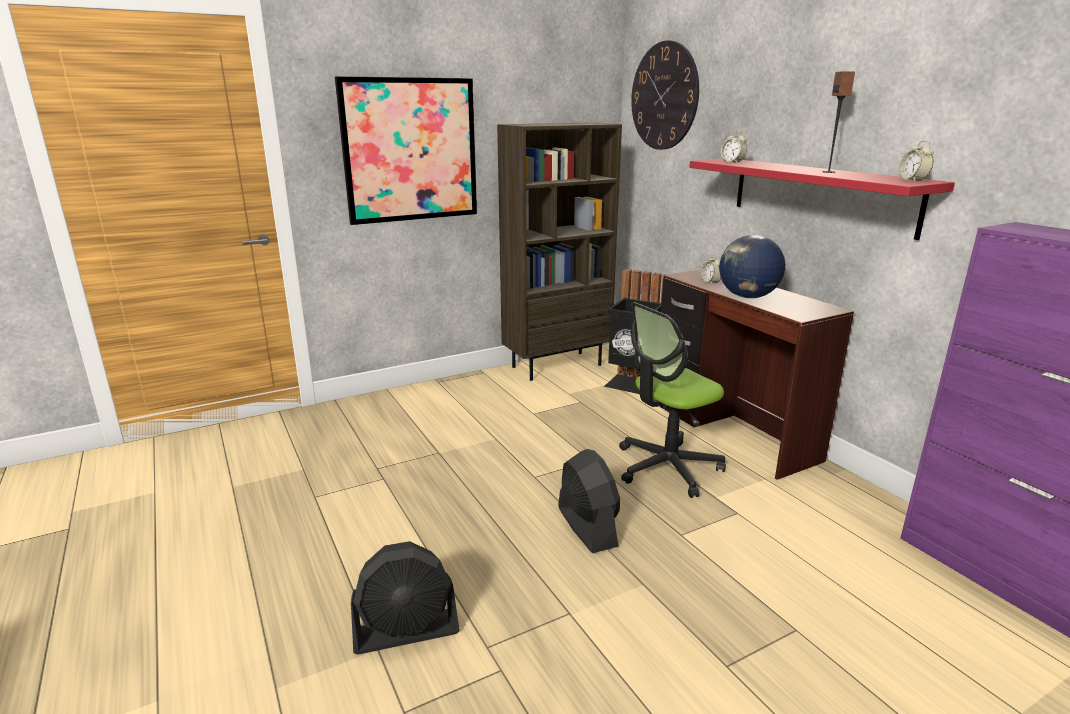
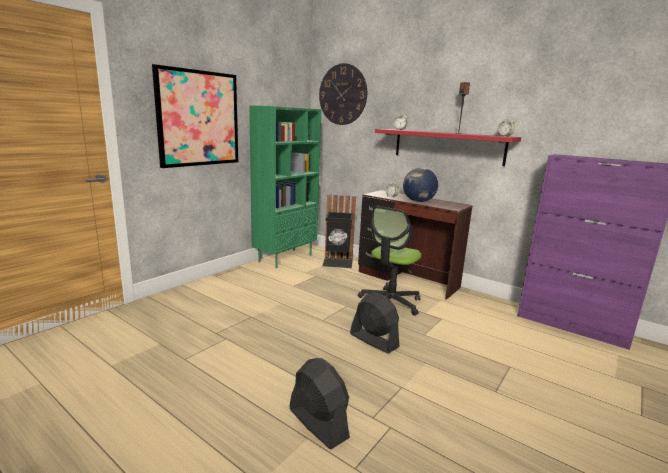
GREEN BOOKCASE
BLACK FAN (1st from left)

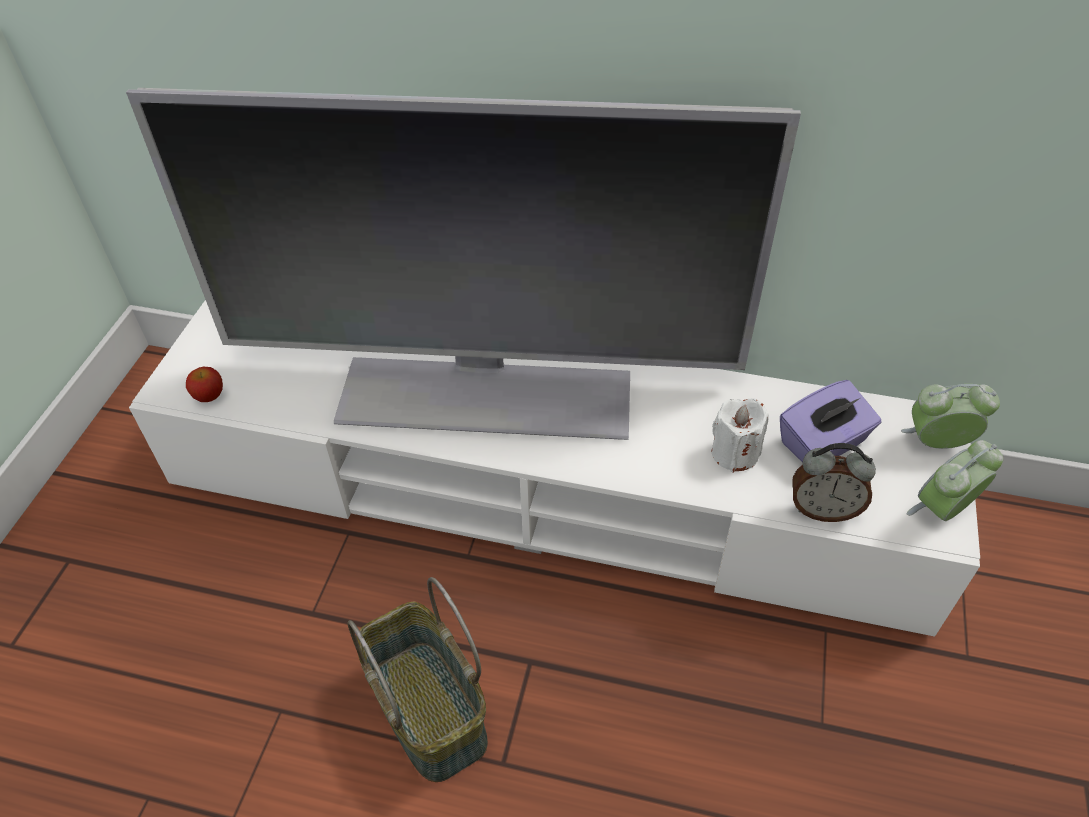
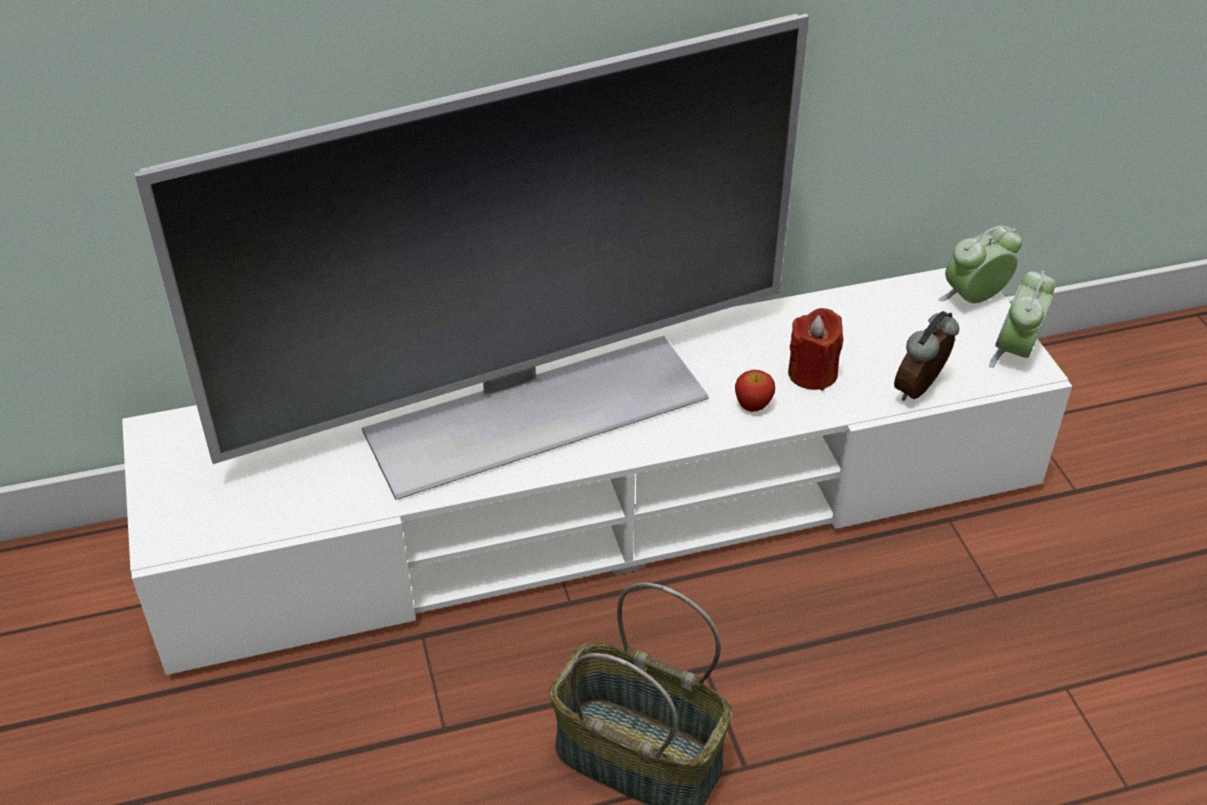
APPLE
RED CANDLE
ALARM CLOCK (1st from left)
PURPLE TISSUE BOX

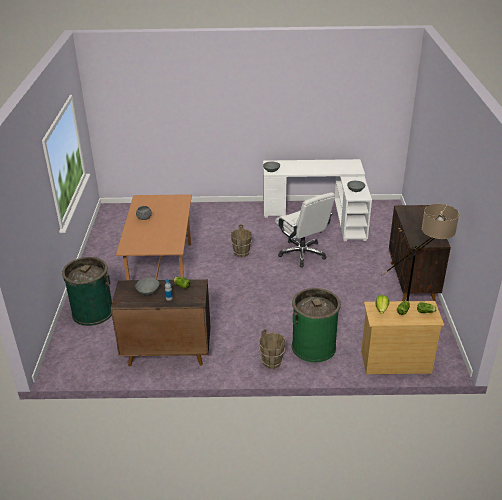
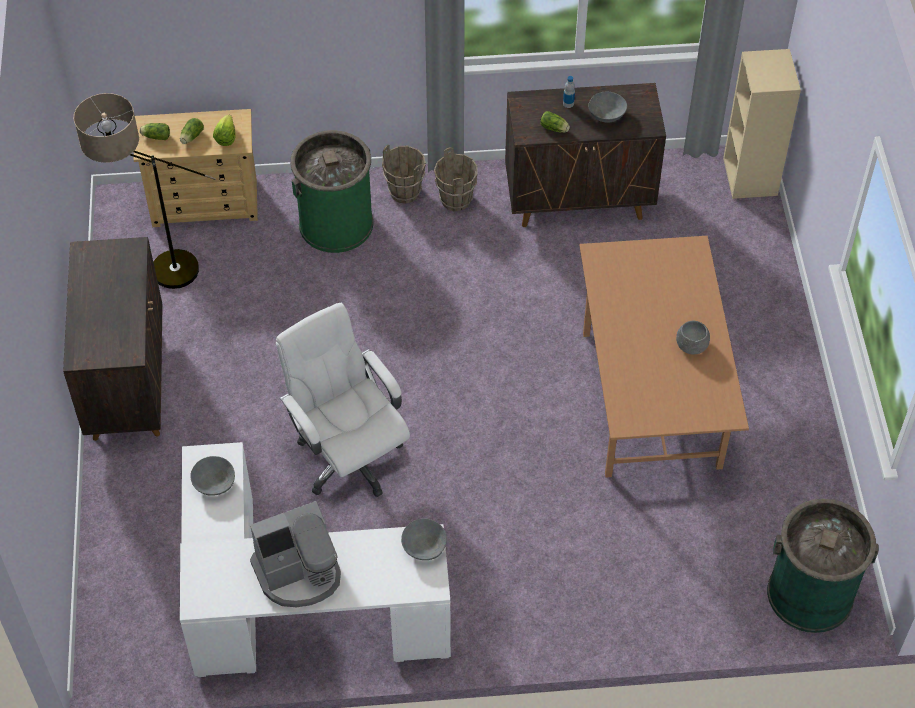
COFFEE MACHINE
BROWN BUCKET (2nd from left)
BEIGE BOOKCASE
GREEN TRASH CAN (2nd from left)

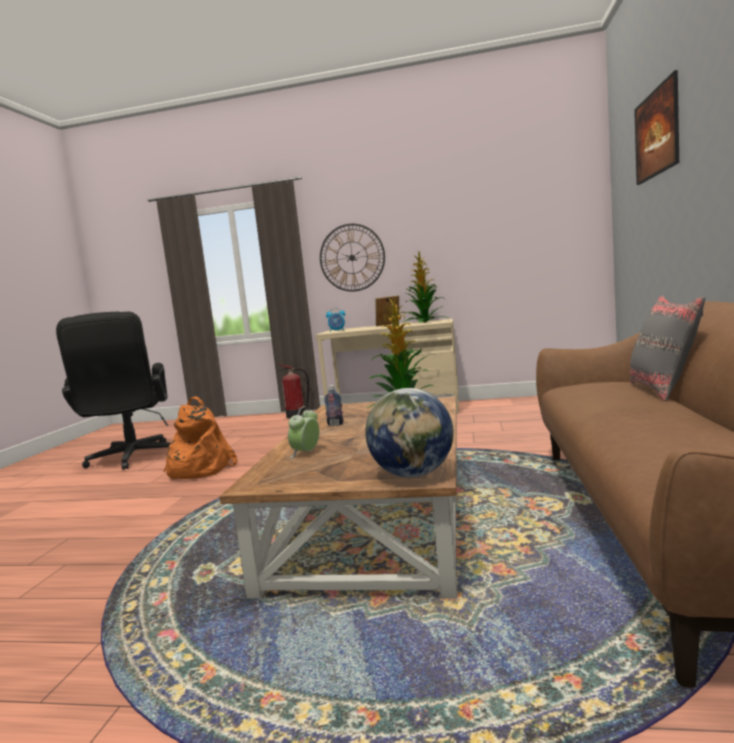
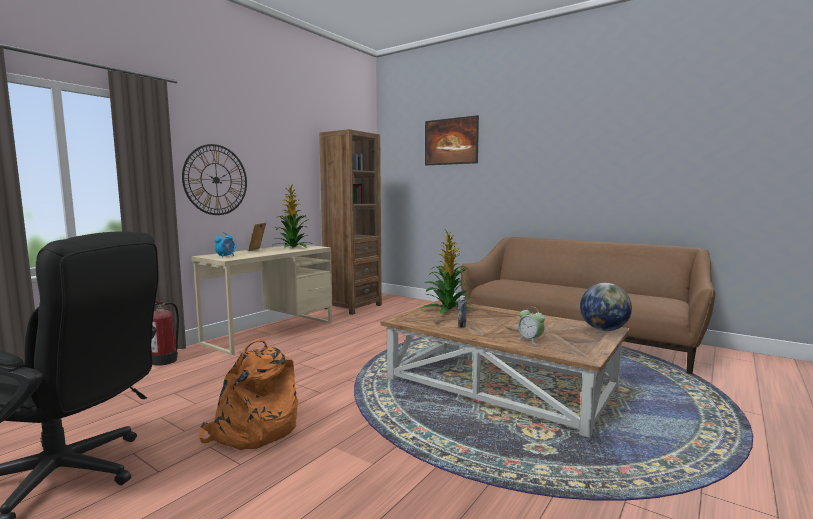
BROWN BOOKCASE
GREY PILLOW

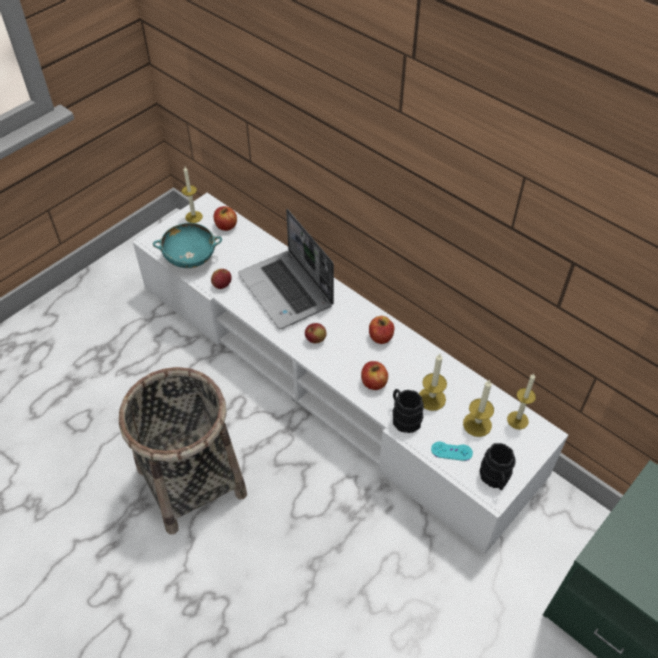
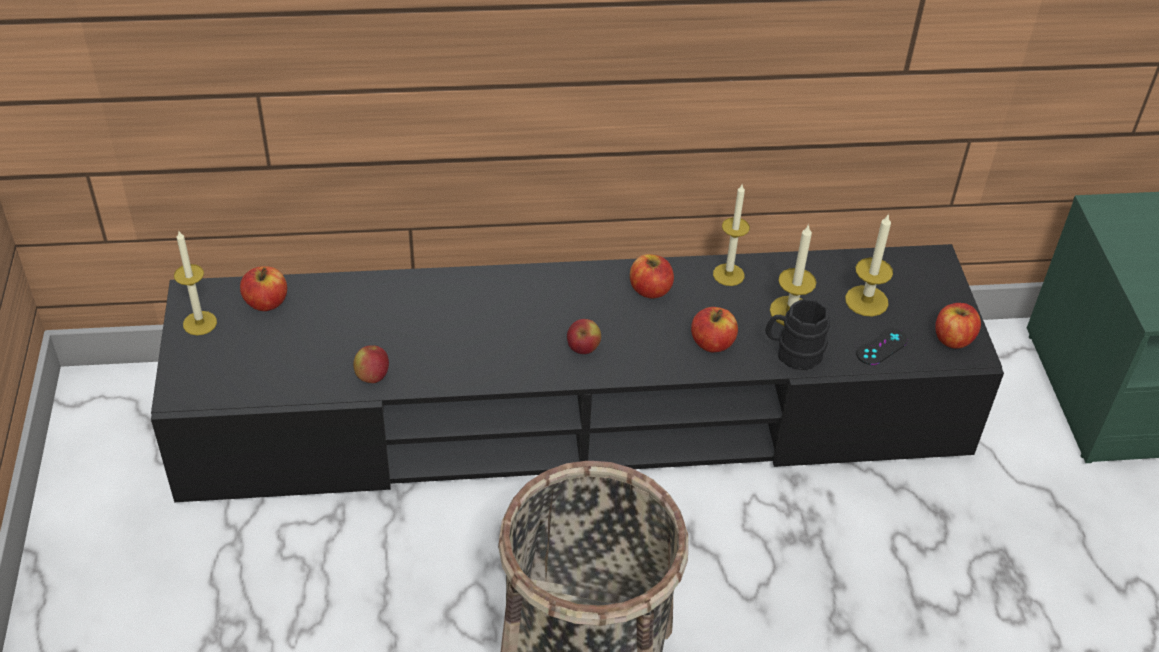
BLACK TV STAND
CANDLE (2nd from left)
BLACK GAME CONTROLLER
APPLE (6th from left)
TURQUOISE BOWL
LAPTOP

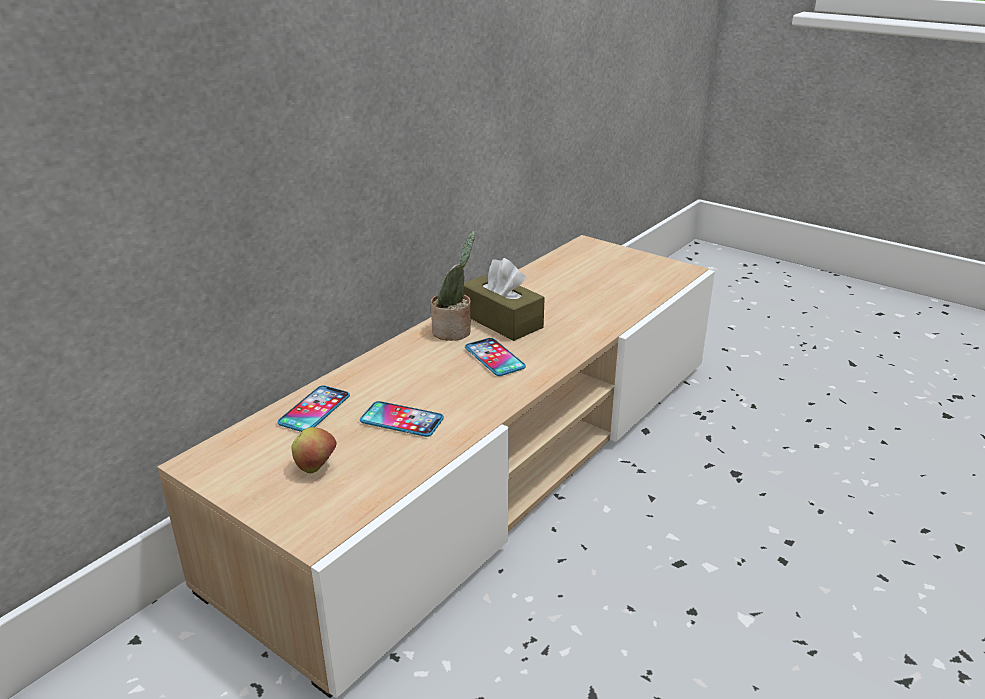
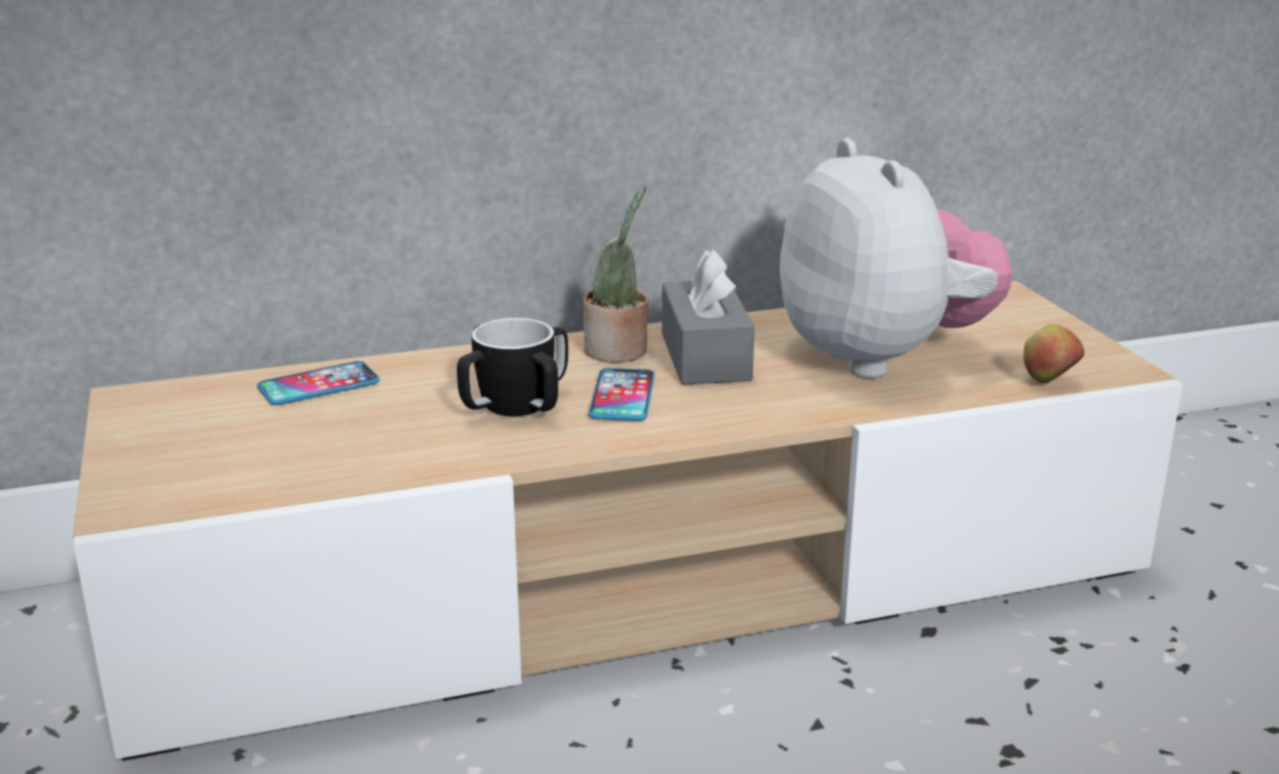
MUG
GREY TISSUE BOX
PLUSH TOY
APPLE
PHONE (2nd from left in the first image)

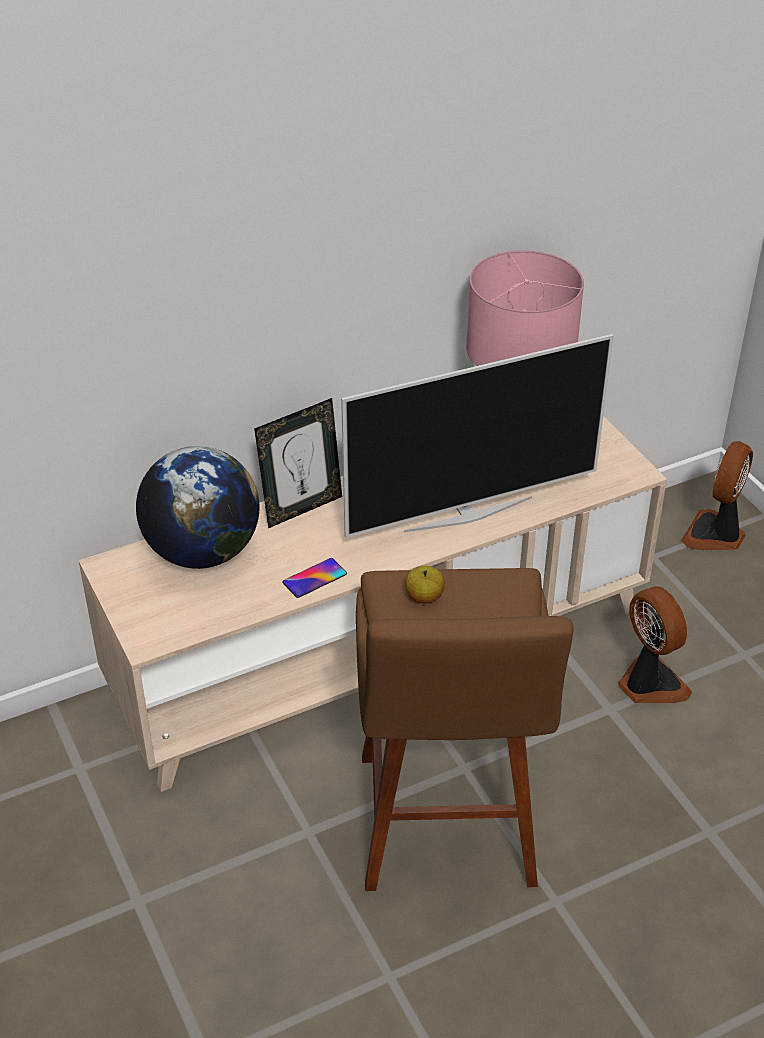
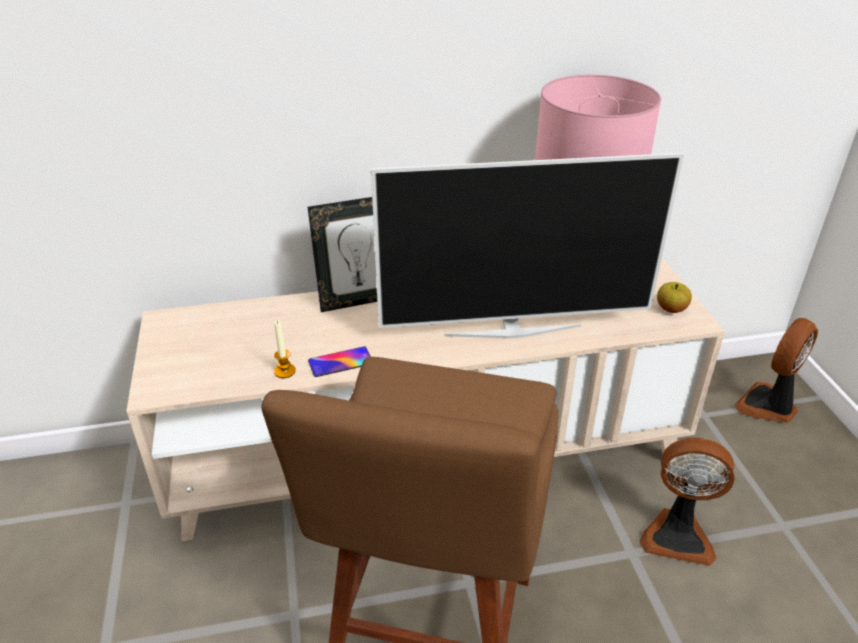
CANDLE
FAN (1st from left)
APPLE
GLOBE

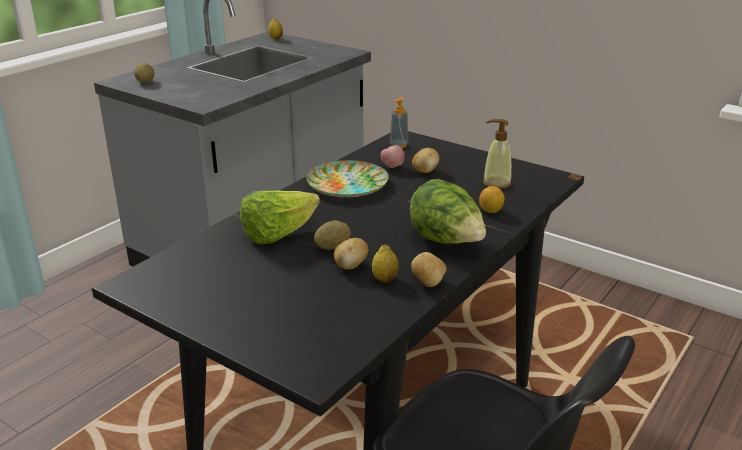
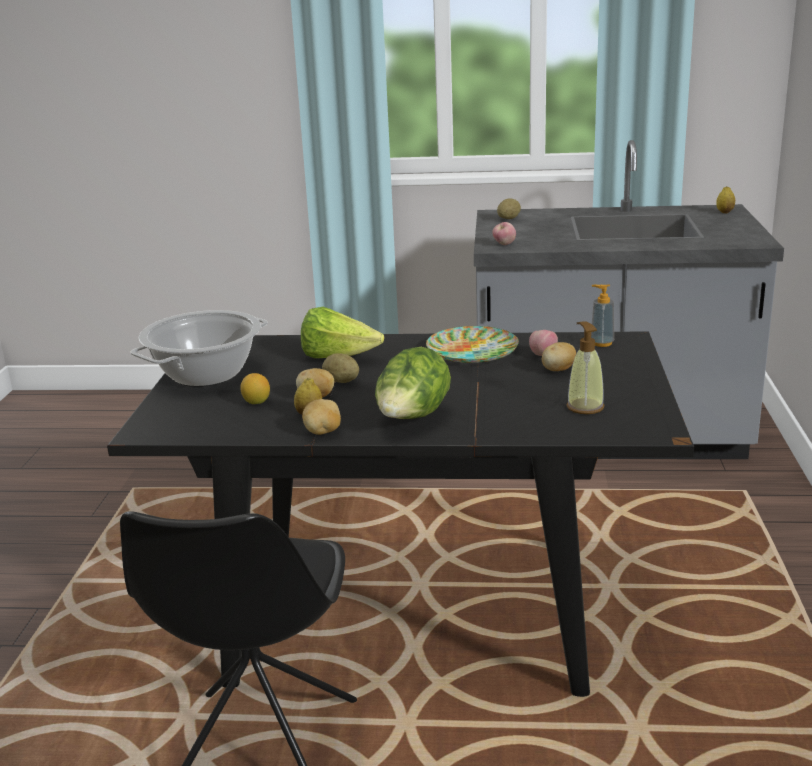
COOKING POT
LEMON (1st from left)
APPLE (1st from left)

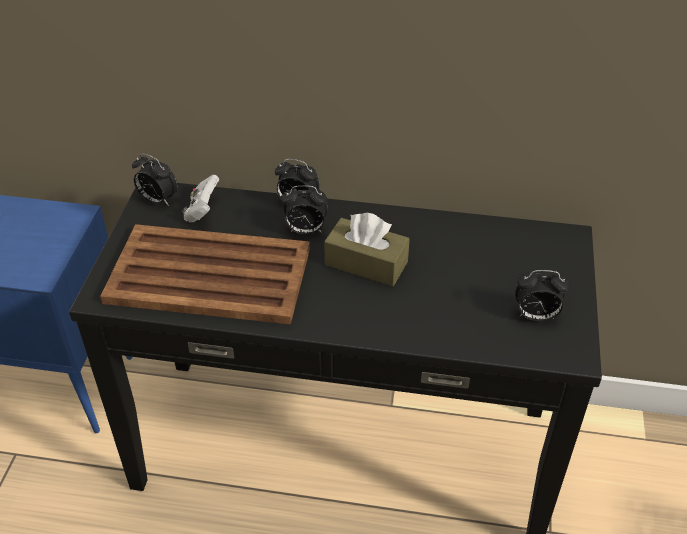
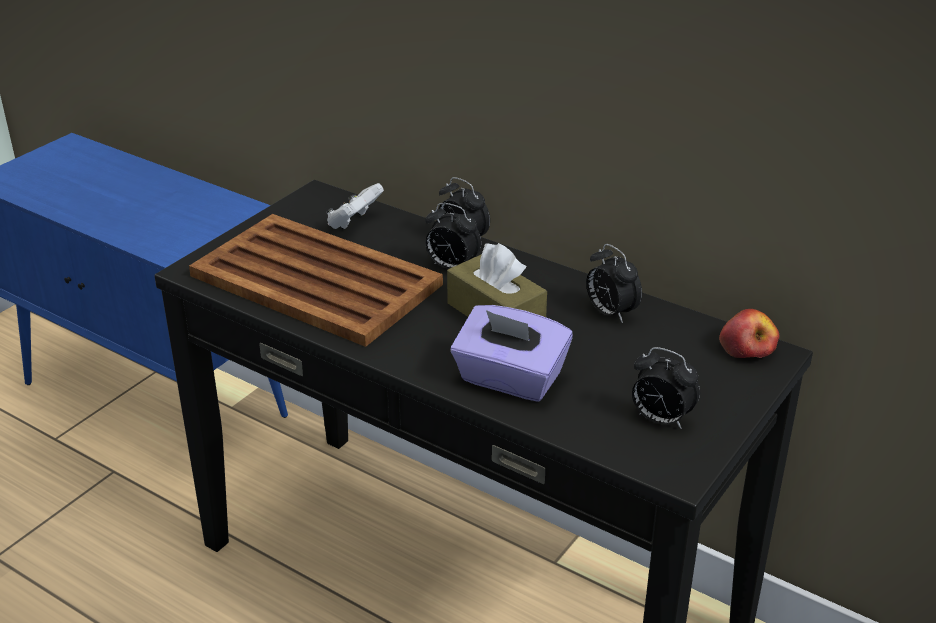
PURPLE TISSUE BOX
ALARM CLOCK (3rd from left)
APPLE

